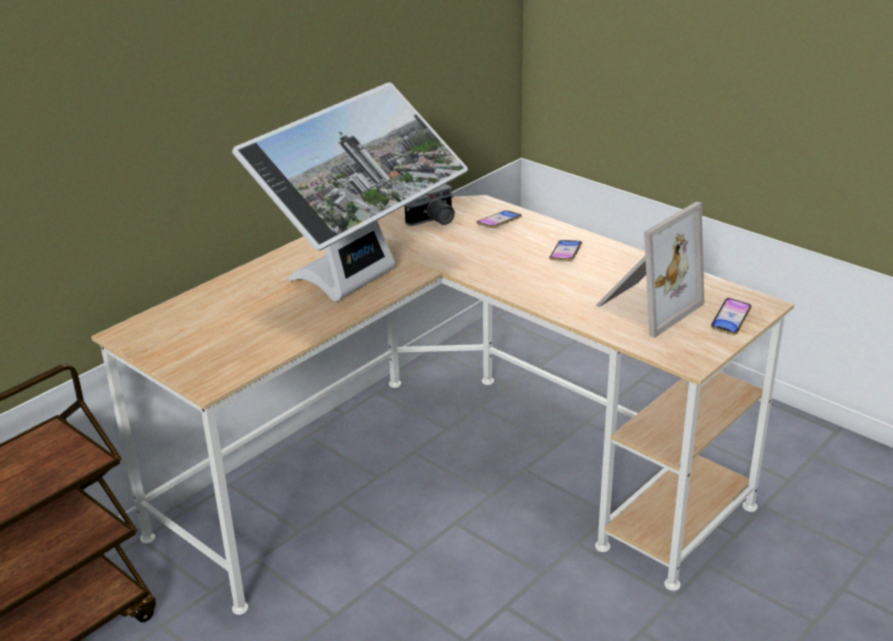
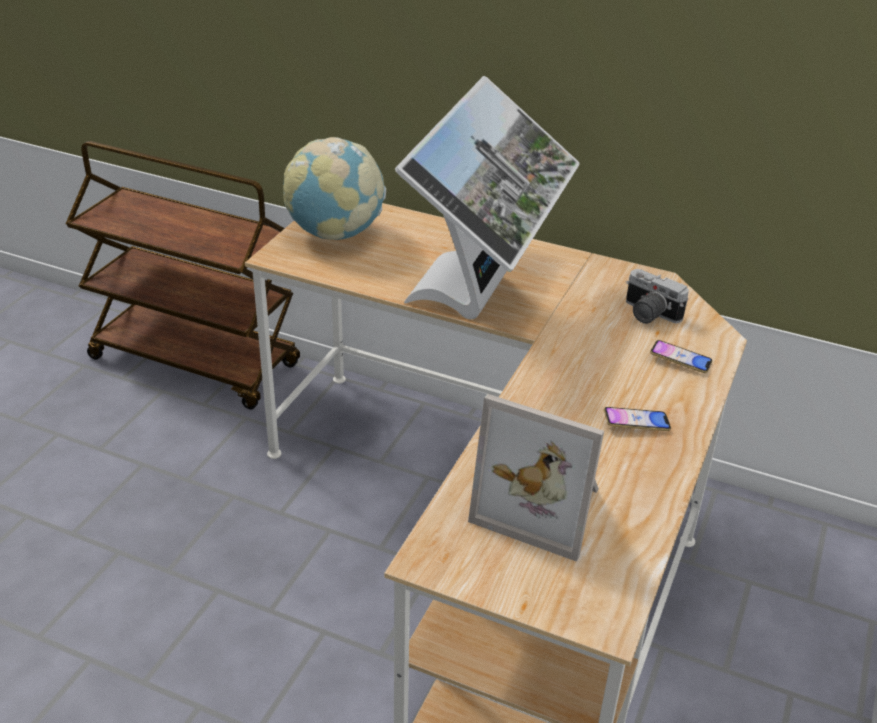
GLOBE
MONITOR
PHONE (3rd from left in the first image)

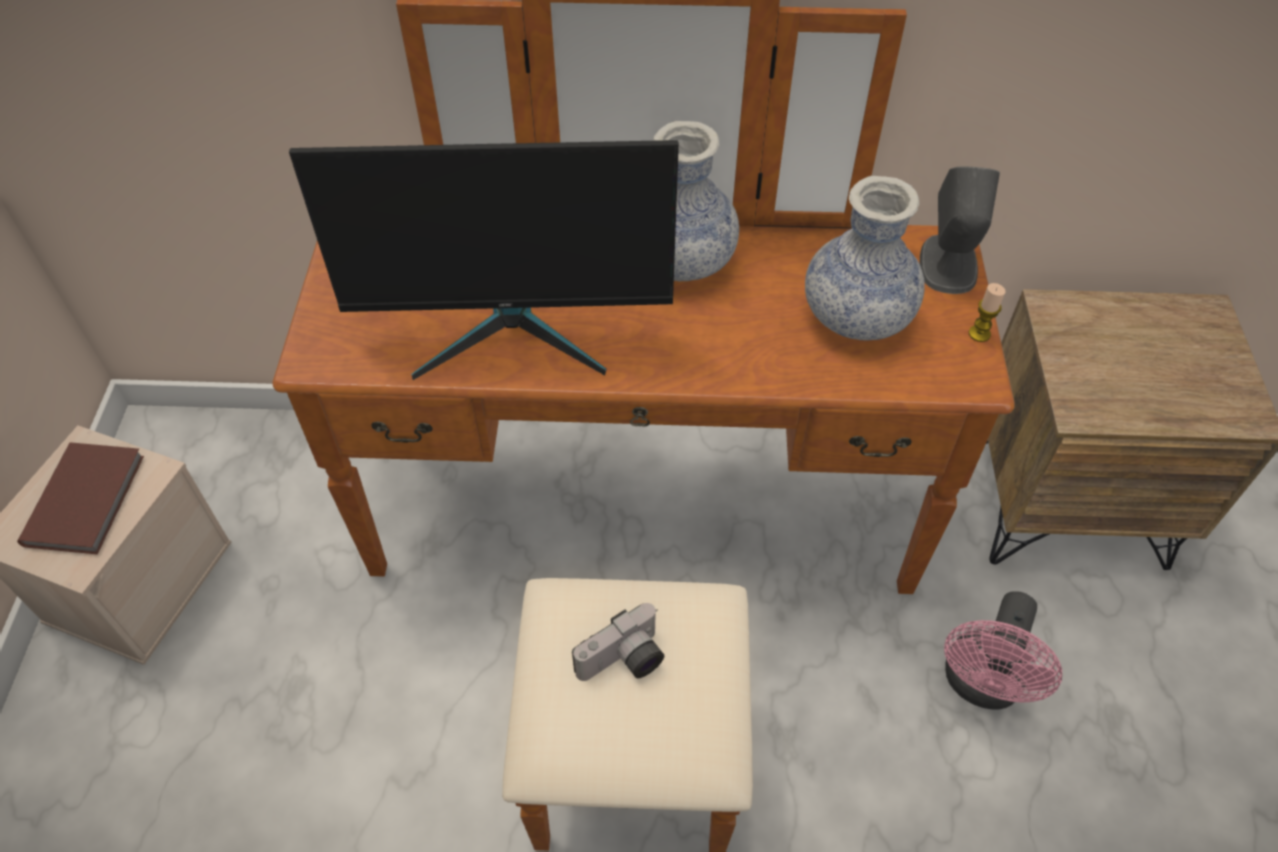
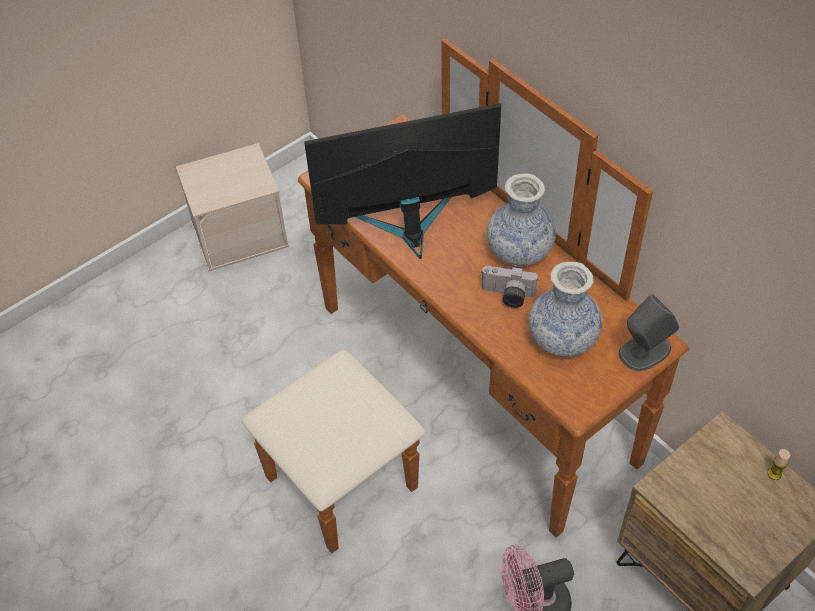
MONITOR
PHOTO CAMERA
CANDLE
BROWN BOOK

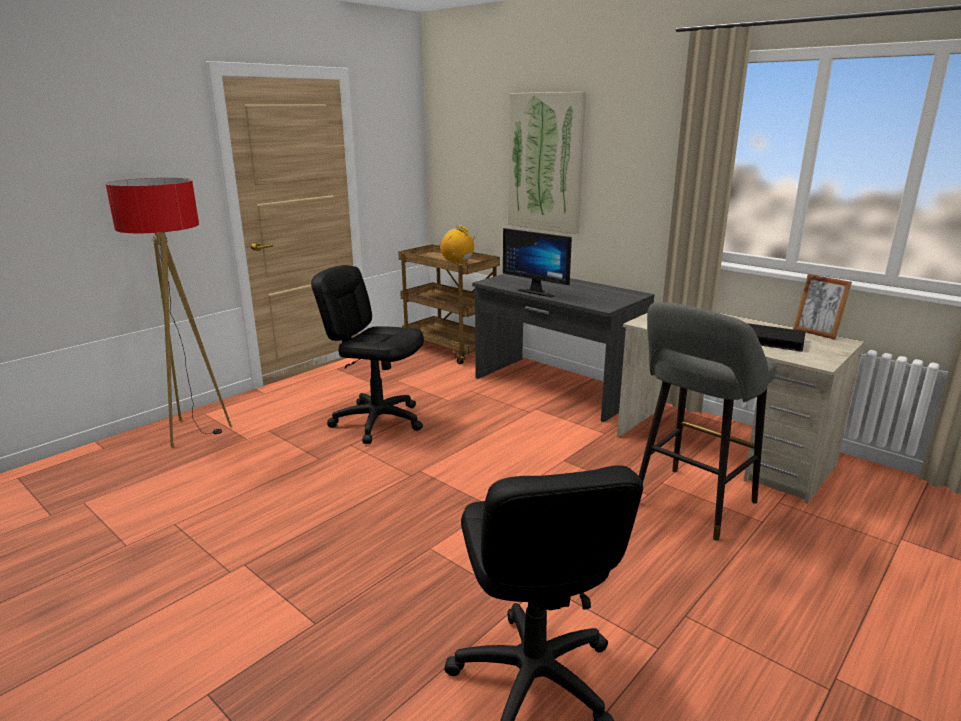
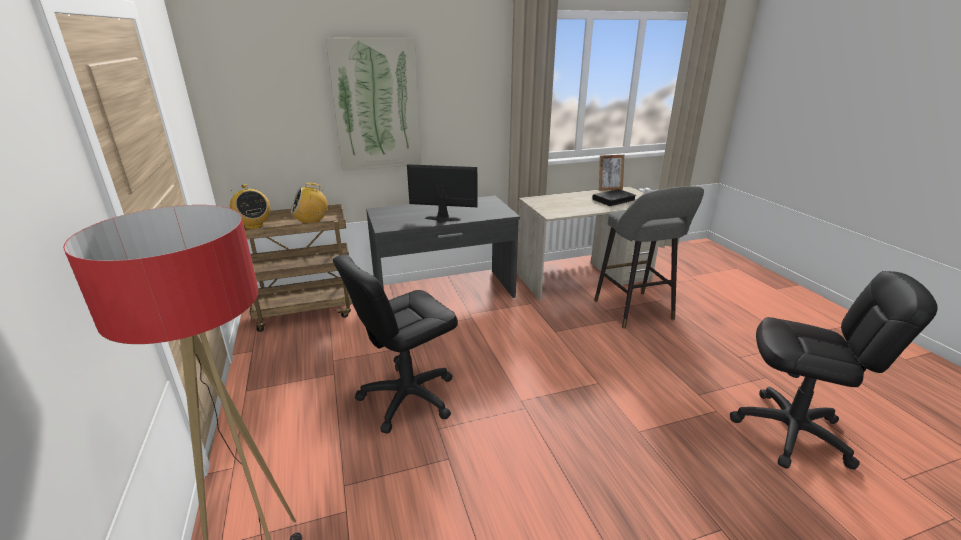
RADIO (1st from left)
MONITOR

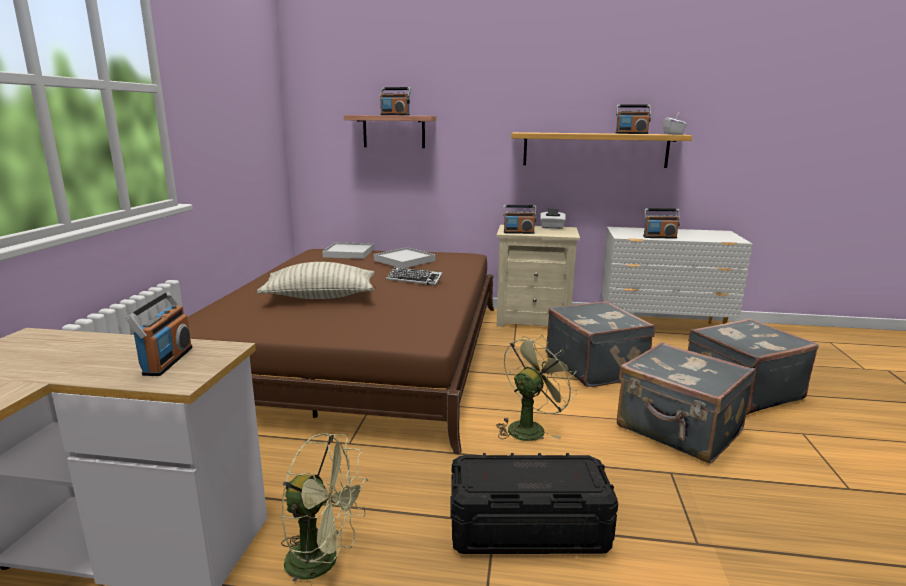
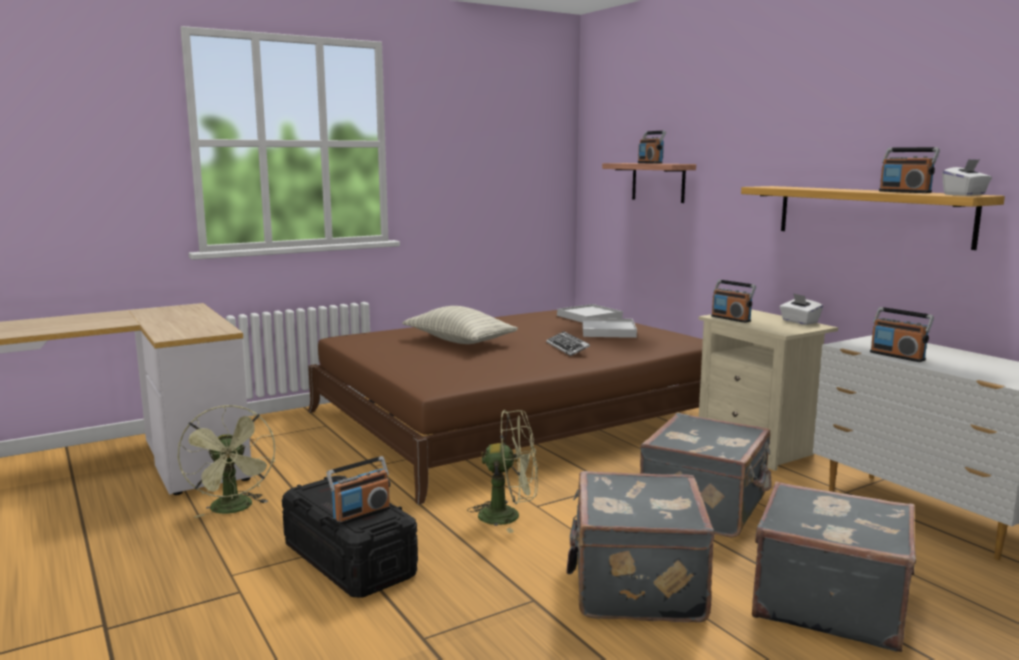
RADIO (1st from left)

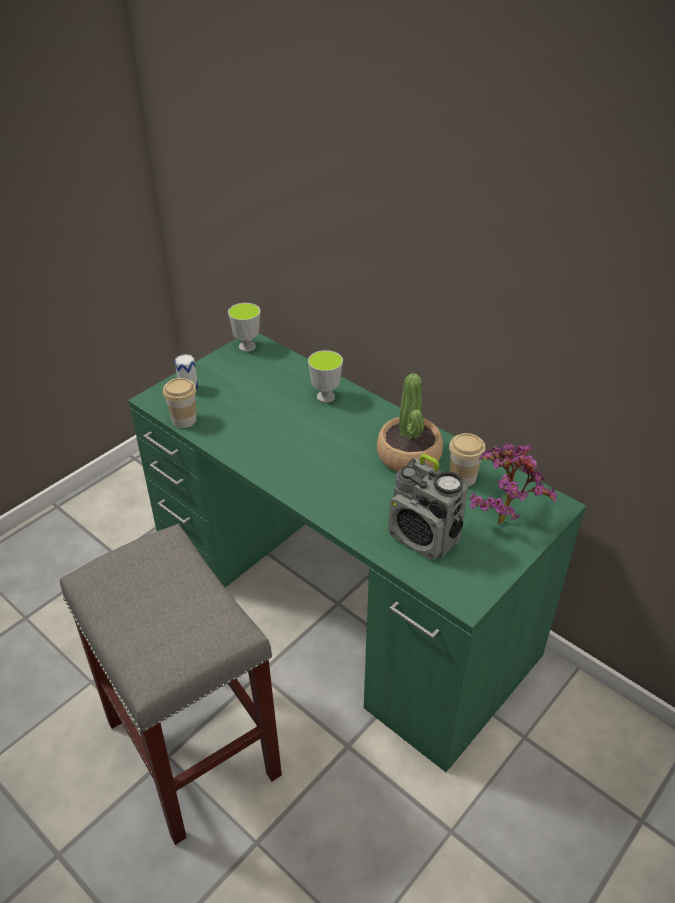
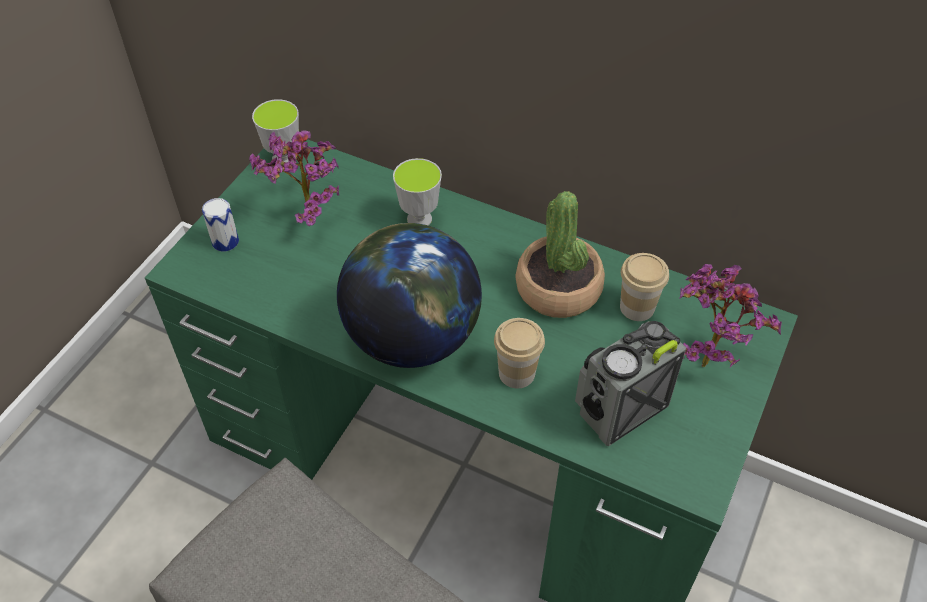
POTTED PLANT (1st from left)
GLOBE
CUP (3rd from left)
RADIO

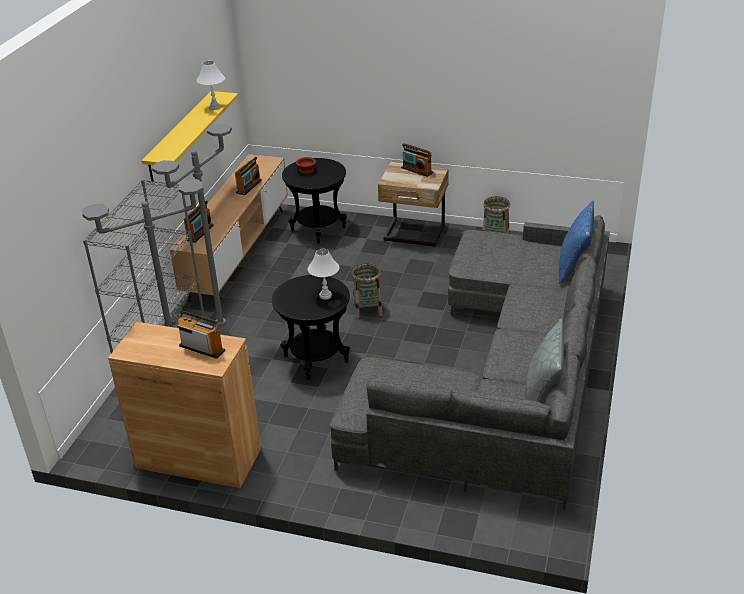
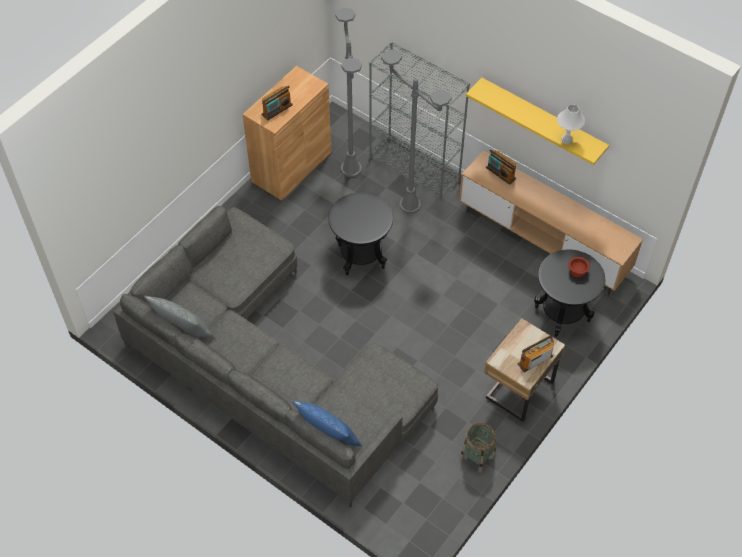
RADIO (3rd from left in the first image)
WHITE TABLE LAMP (2nd from left in the first image)
BASKET (1st from left in the first image)

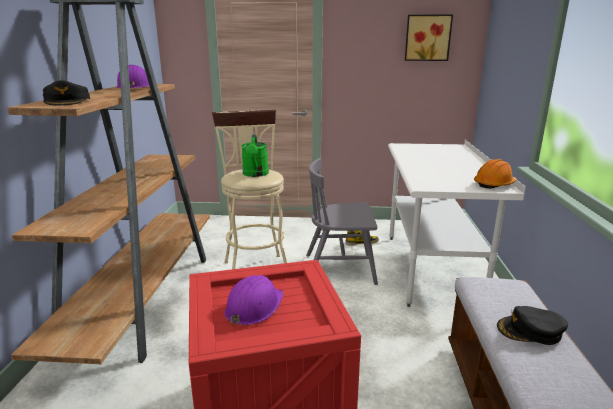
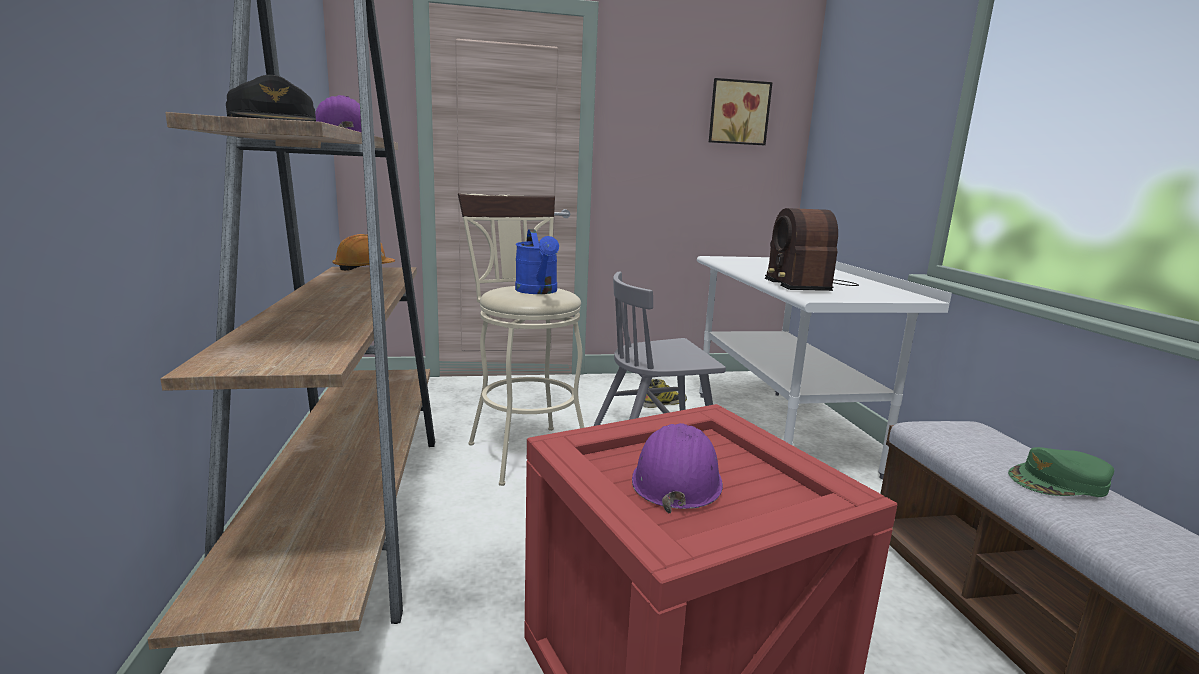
ORANGE HARD HAT
BLUE WATERING CAN
RADIO
GREEN CAP

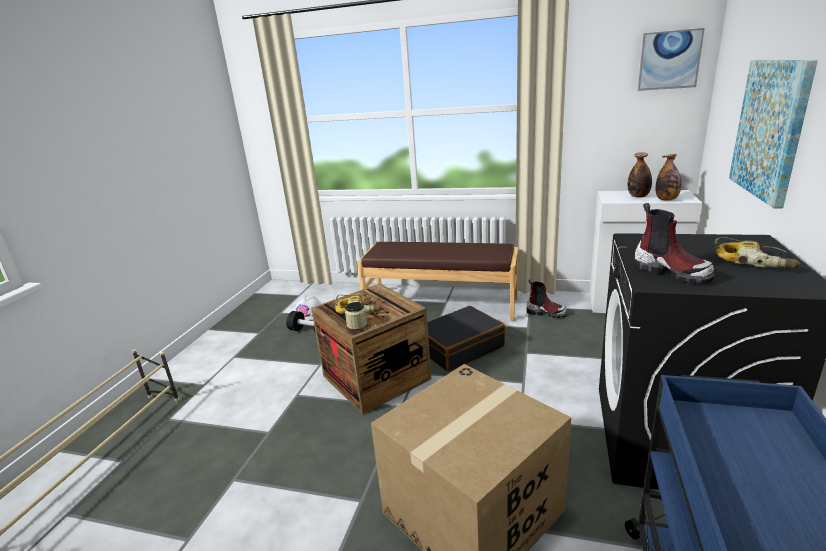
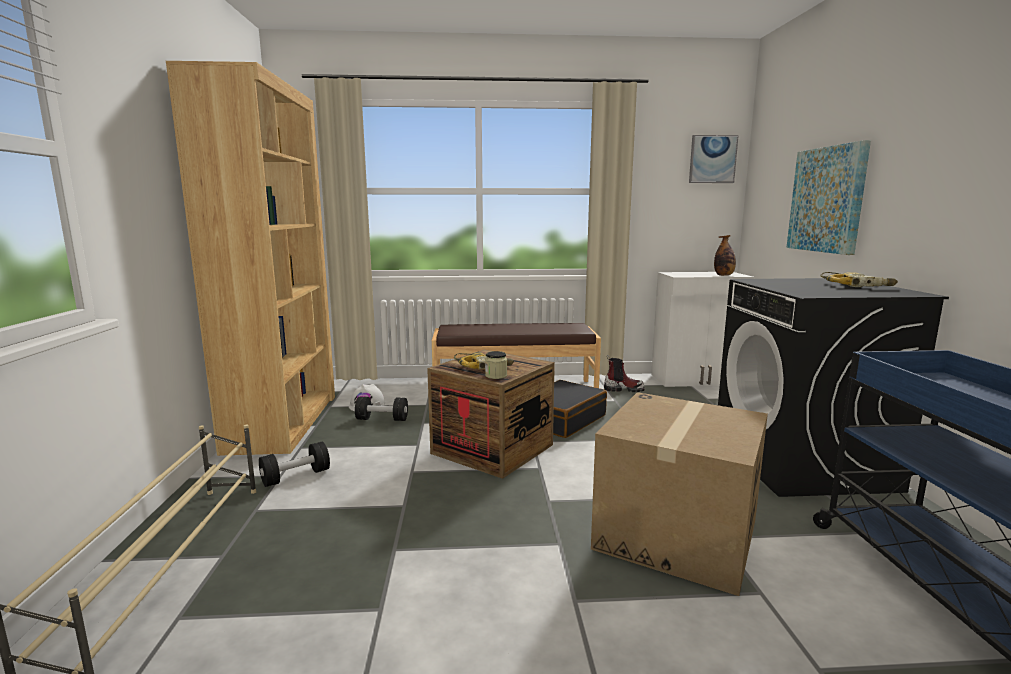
BROWN BOOKCASE
BLACK DUMBBELL (1st from left)
BOTTLE (1st from left in the first image)
BOOT (2nd from left in the first image)

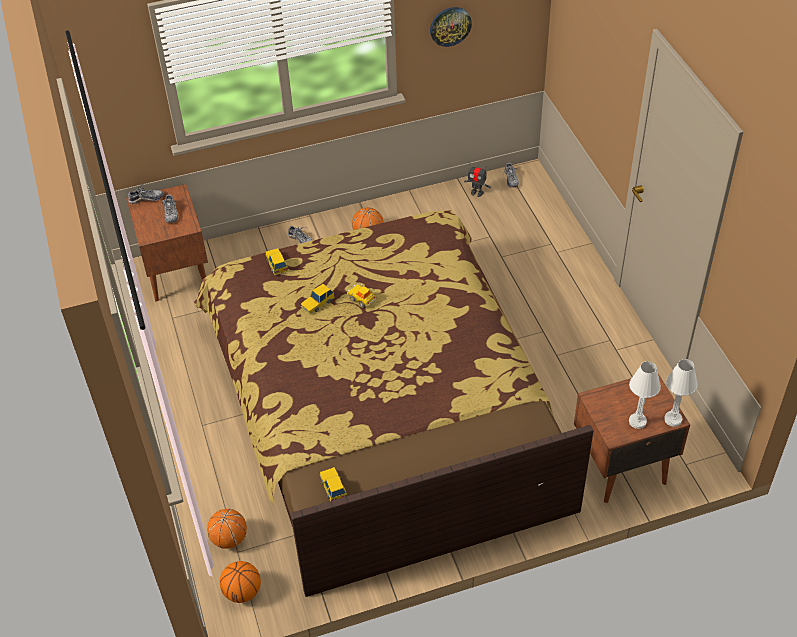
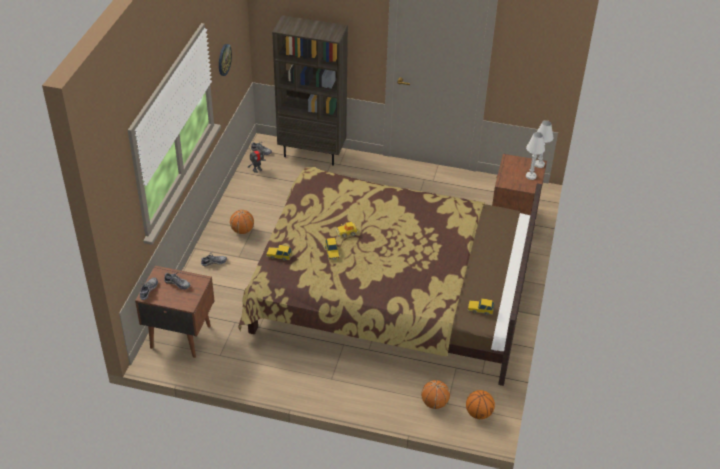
BROWN BOOKCASE

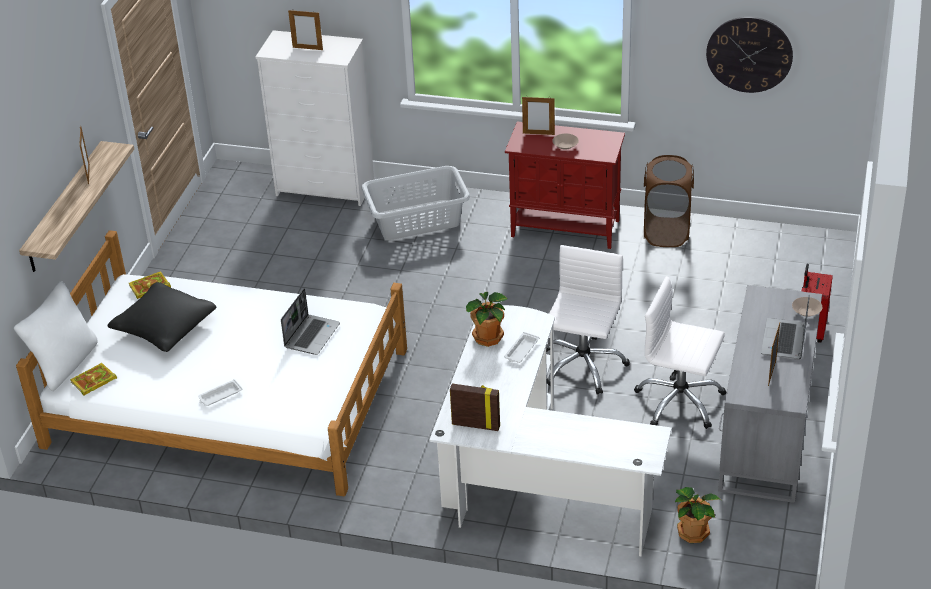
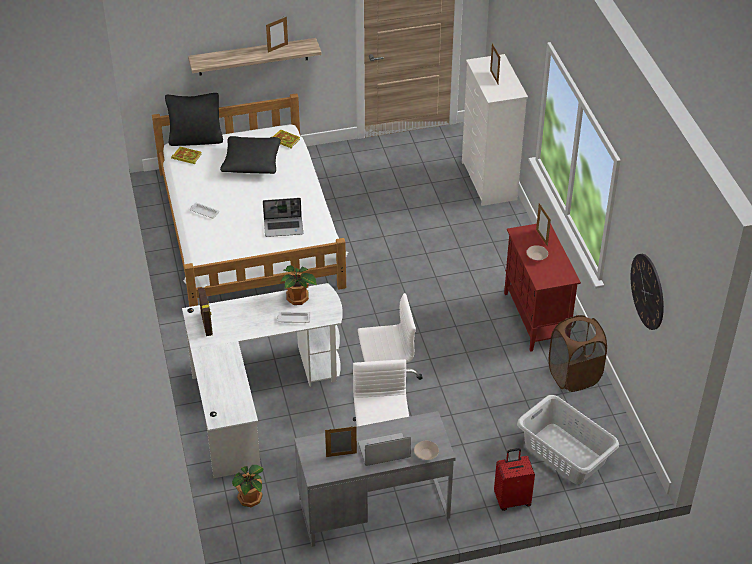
BLACK PILLOW (1st from left)
GREY LAUNDRY BASKET

